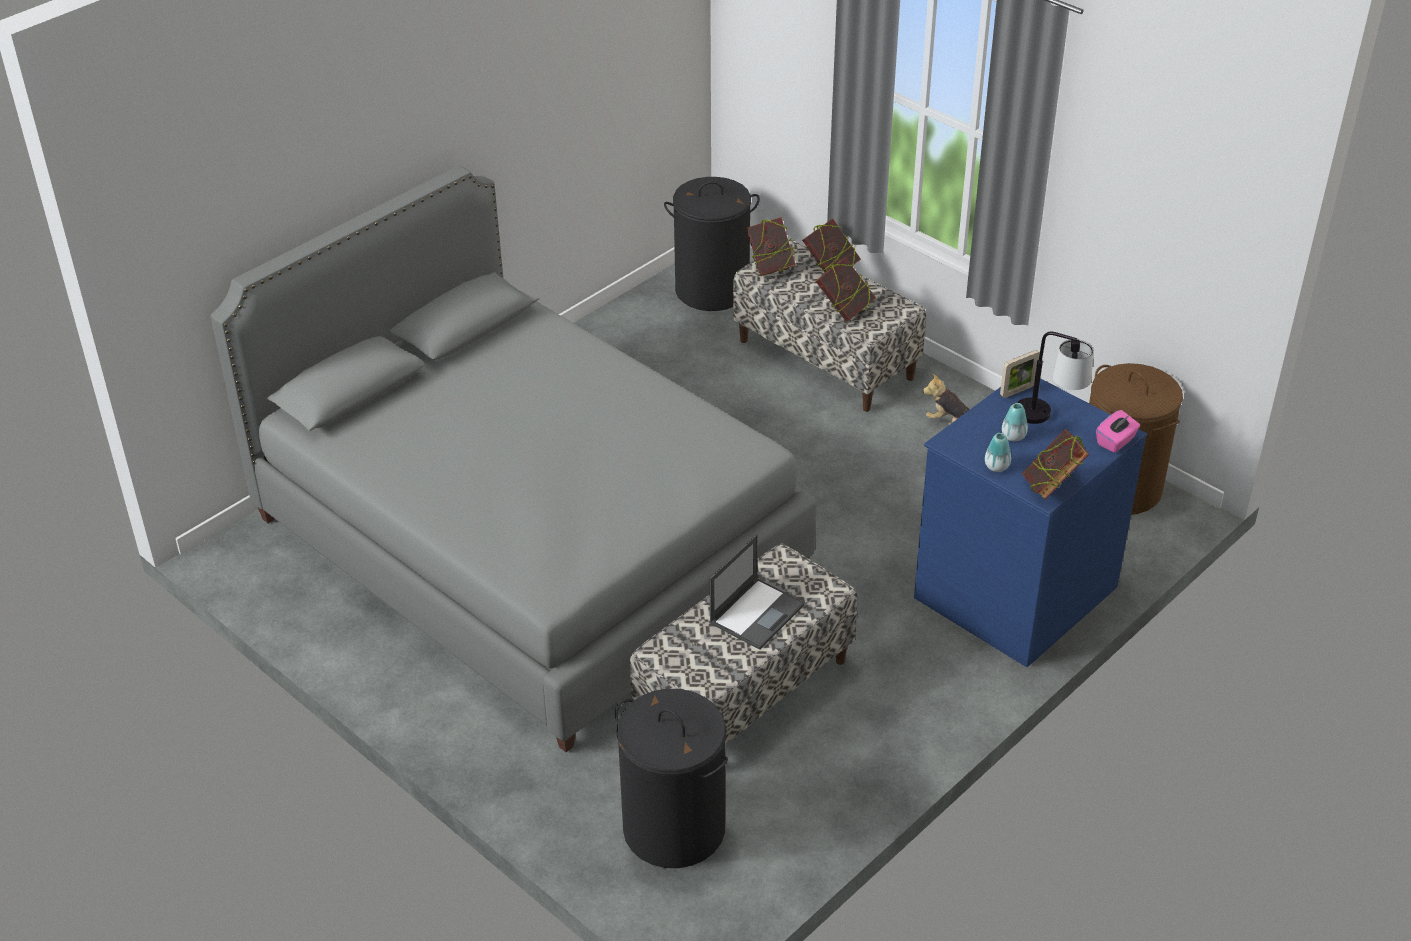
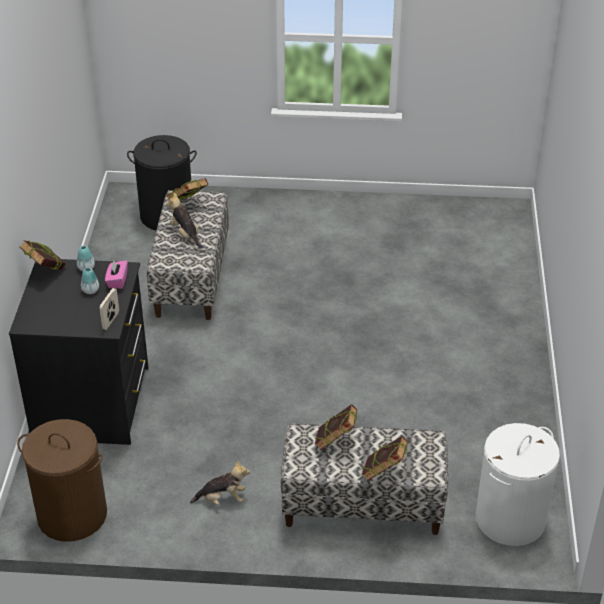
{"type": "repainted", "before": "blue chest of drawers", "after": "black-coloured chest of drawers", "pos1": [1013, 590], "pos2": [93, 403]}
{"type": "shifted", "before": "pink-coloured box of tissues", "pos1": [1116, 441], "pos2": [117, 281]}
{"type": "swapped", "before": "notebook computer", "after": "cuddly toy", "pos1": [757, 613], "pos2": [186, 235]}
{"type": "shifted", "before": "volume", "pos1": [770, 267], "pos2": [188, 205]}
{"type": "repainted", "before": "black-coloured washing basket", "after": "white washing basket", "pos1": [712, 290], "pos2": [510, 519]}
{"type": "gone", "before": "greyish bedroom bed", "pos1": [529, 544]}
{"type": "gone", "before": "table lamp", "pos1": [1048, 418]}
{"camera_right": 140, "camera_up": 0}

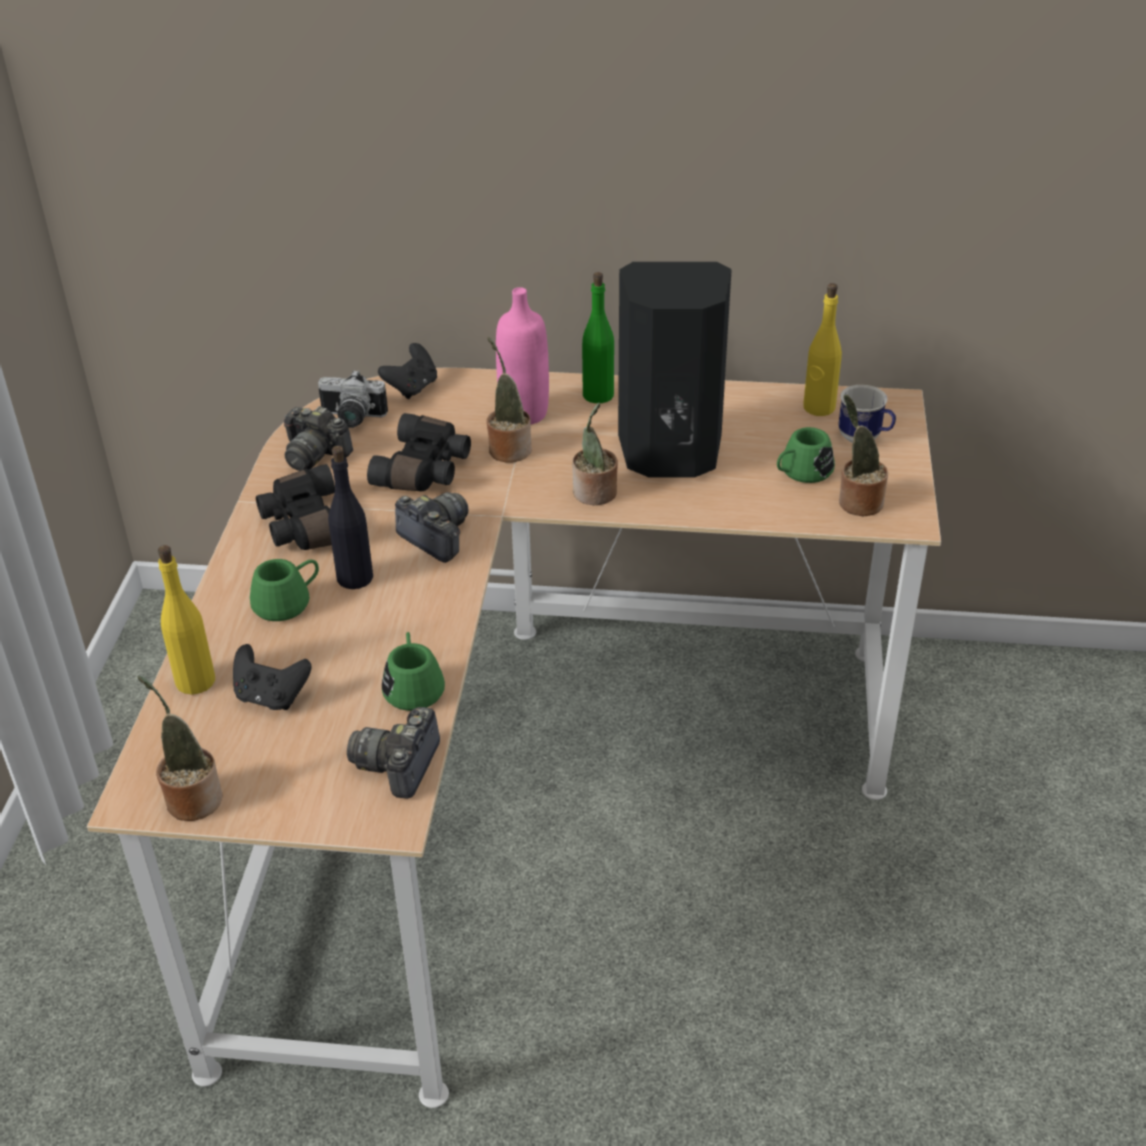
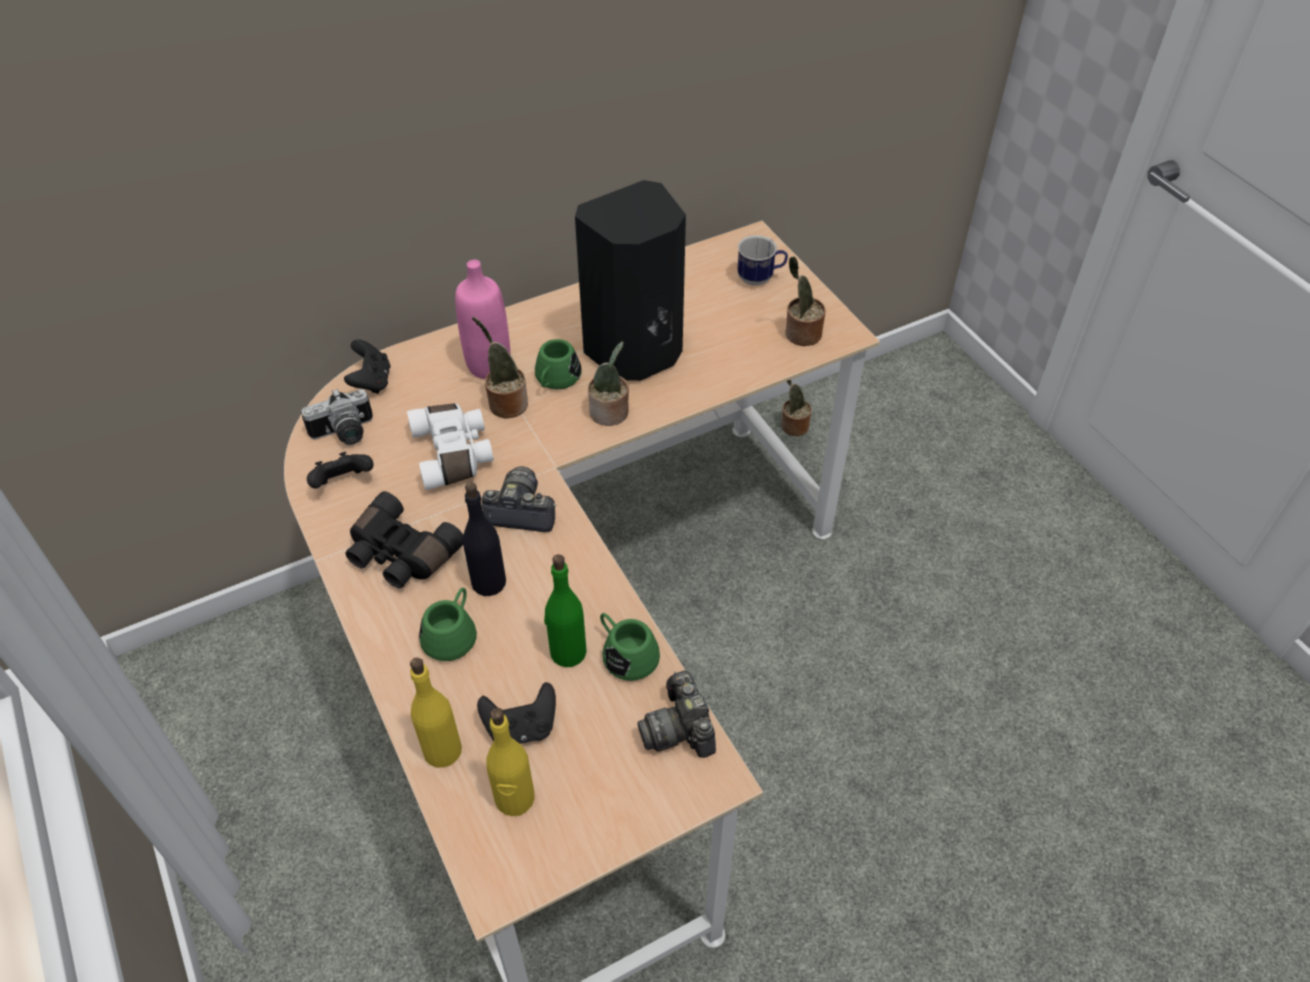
{"type": "swapped", "before": "still camera", "after": "black-coloured game controller", "pos1": [314, 454], "pos2": [343, 483]}
{"type": "repainted", "before": "black-coloured binoculars", "after": "white binoculars", "pos1": [425, 469], "pos2": [454, 454]}
{"type": "shifted", "before": "yellowish drink bottle", "pos1": [818, 408], "pos2": [514, 799]}
{"type": "shifted", "before": "greenish coffee mug", "pos1": [801, 472], "pos2": [555, 379]}
{"type": "shifted", "before": "greenish drink bottle", "pos1": [598, 395], "pos2": [567, 652]}
{"type": "shifted", "before": "plant in a pot", "pos1": [191, 798], "pos2": [792, 426]}
{"camera_right": -35, "camera_up": 10}

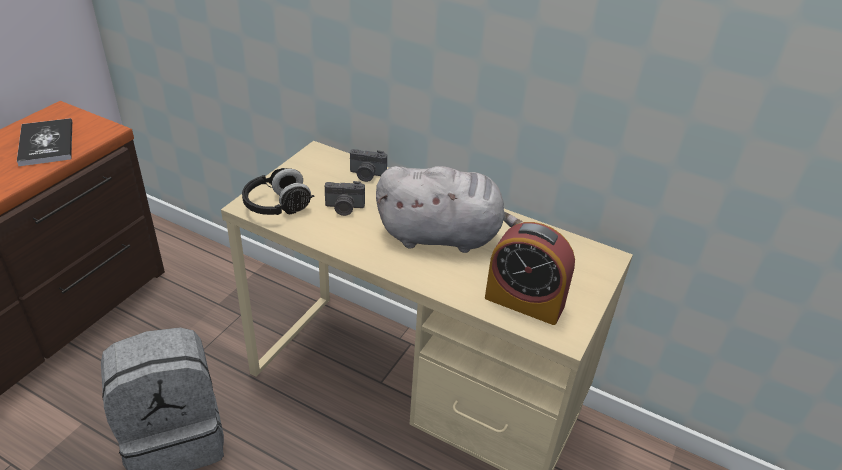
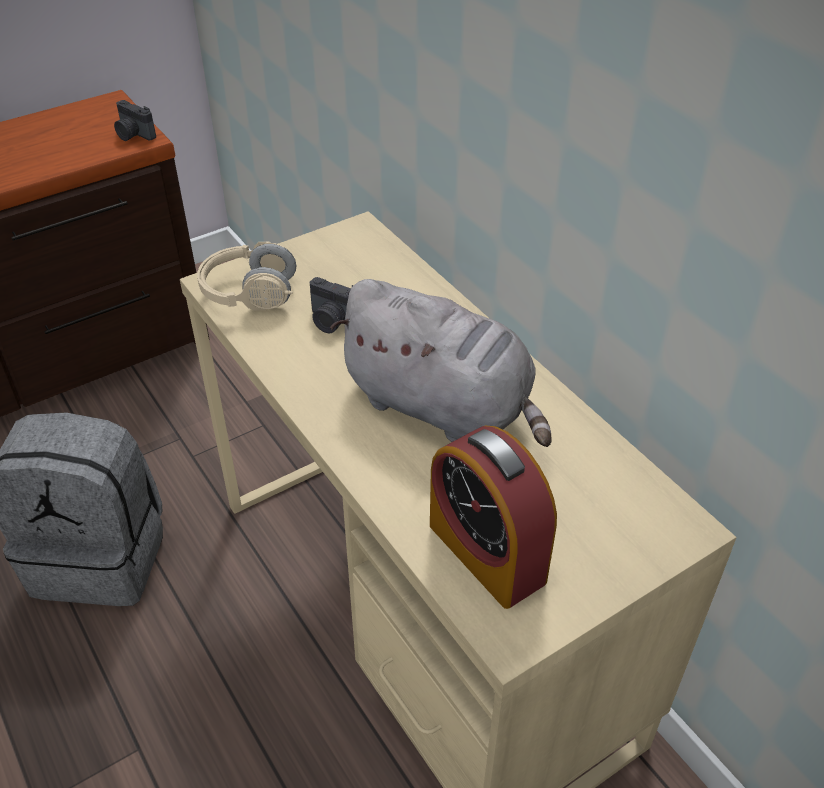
{"type": "shifted", "before": "still camera", "pos1": [367, 175], "pos2": [133, 135]}
{"type": "repainted", "before": "black-coloured headphones", "after": "sand-coloured headphones", "pos1": [277, 206], "pos2": [250, 294]}
{"type": "gone", "before": "volume", "pos1": [46, 143]}
{"camera_right": 30, "camera_up": 5}

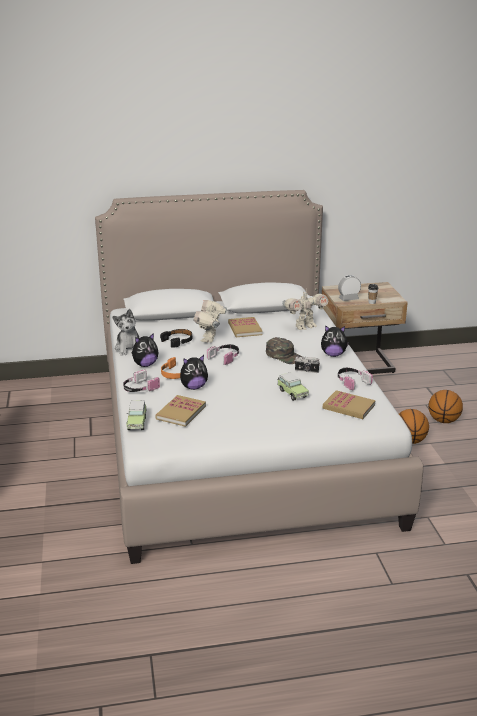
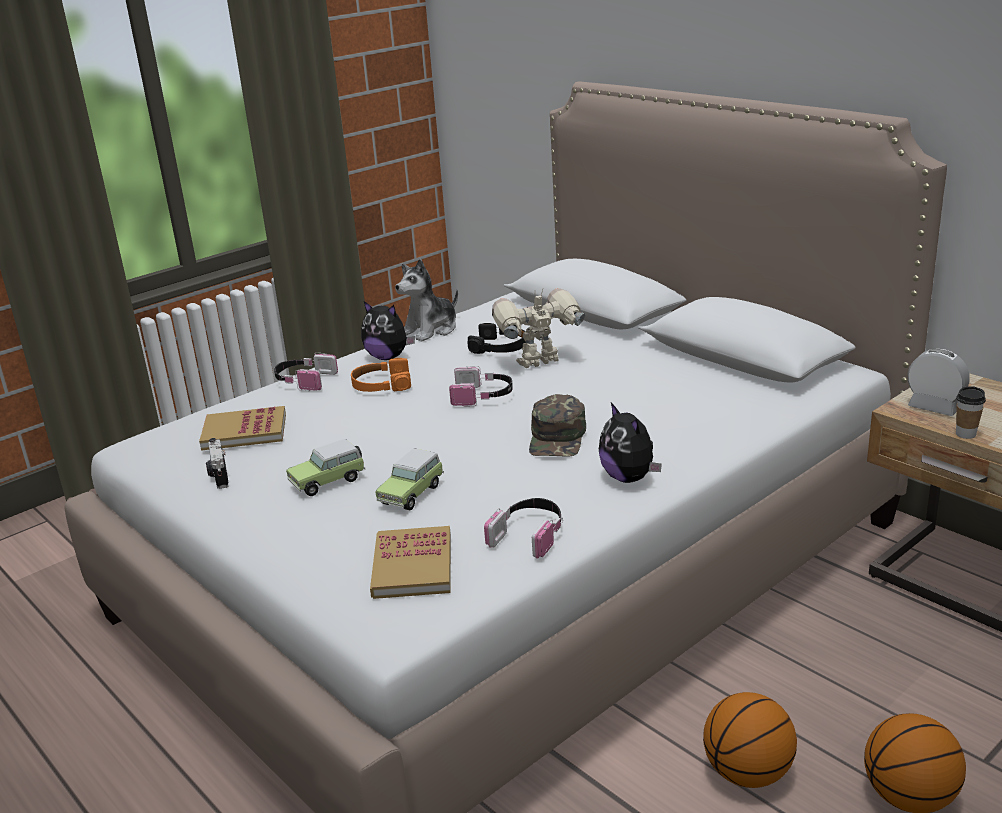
{"type": "shifted", "before": "still camera", "pos1": [306, 371], "pos2": [219, 476]}
{"type": "shifted", "before": "miniature car", "pos1": [137, 422], "pos2": [330, 481]}
{"type": "gone", "before": "cuddly toy", "pos1": [193, 387]}
{"type": "gone", "before": "volume", "pos1": [245, 329]}
{"type": "gone", "before": "robot figure", "pos1": [304, 326]}
{"camera_right": 60, "camera_up": 0}

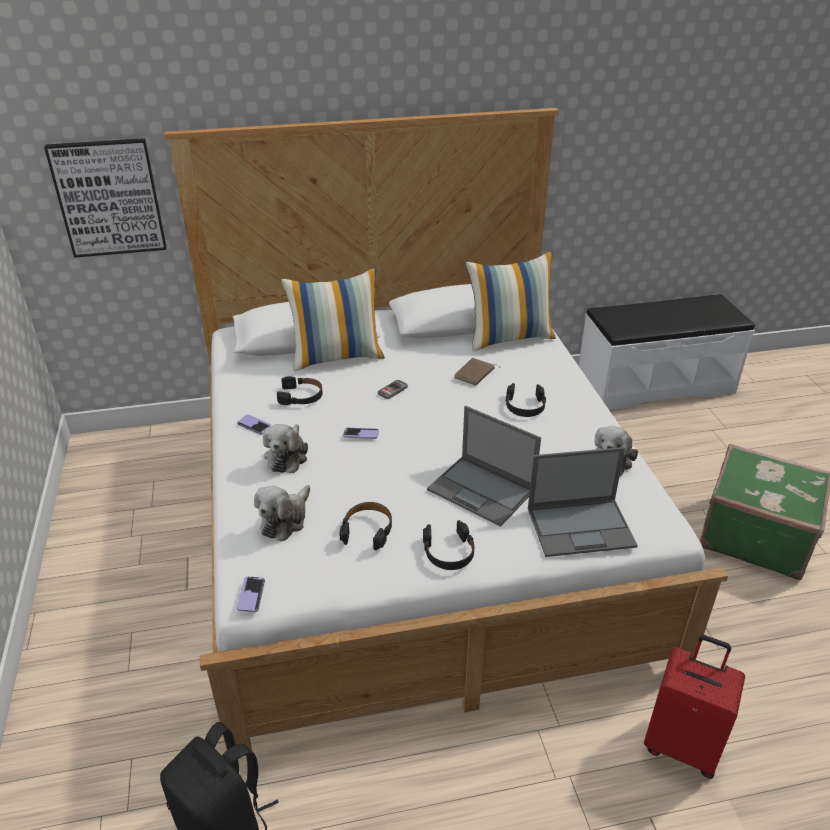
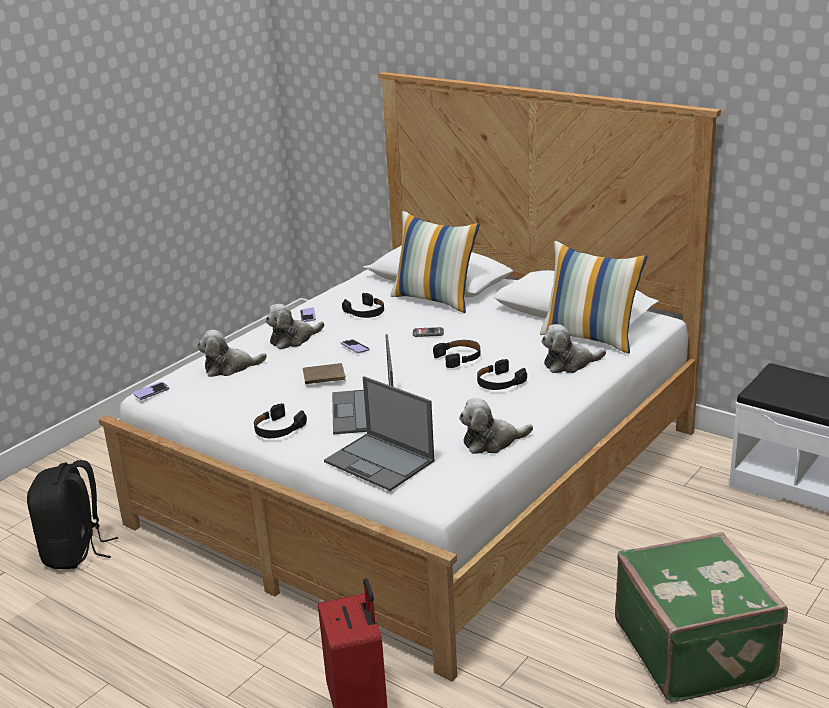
{"type": "shifted", "before": "brownish volume", "pos1": [475, 374], "pos2": [324, 377]}
{"type": "shifted", "before": "black-coloured headphones", "pos1": [367, 530], "pos2": [459, 358]}
{"type": "new", "after": "cuddly toy", "pos2": [569, 364]}
{"type": "gone", "before": "picture", "pos1": [109, 198]}
{"camera_right": 50, "camera_up": -10}

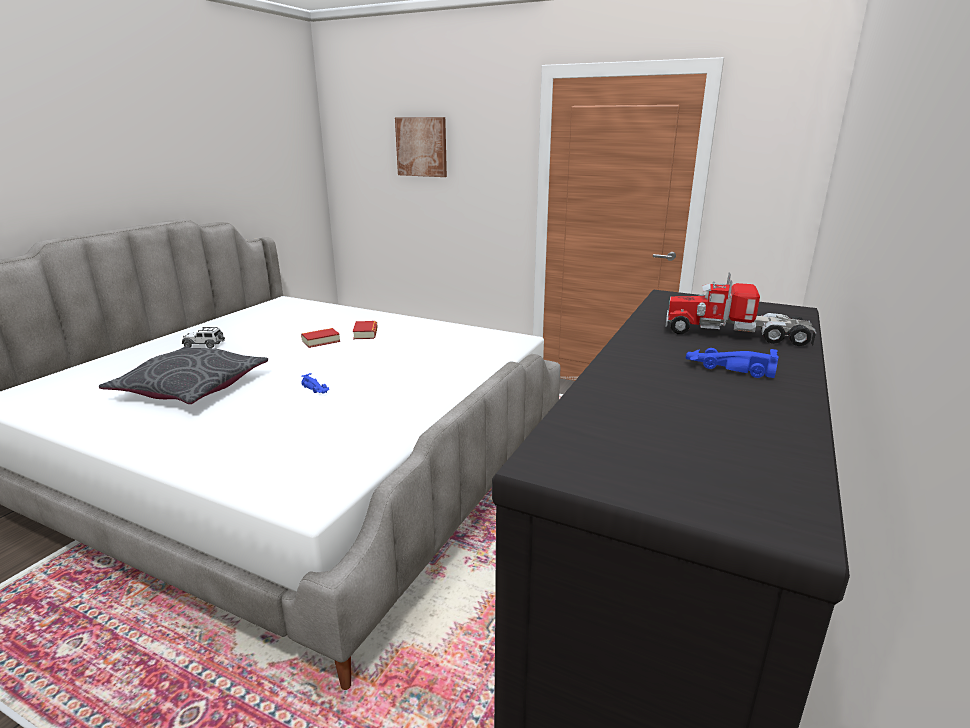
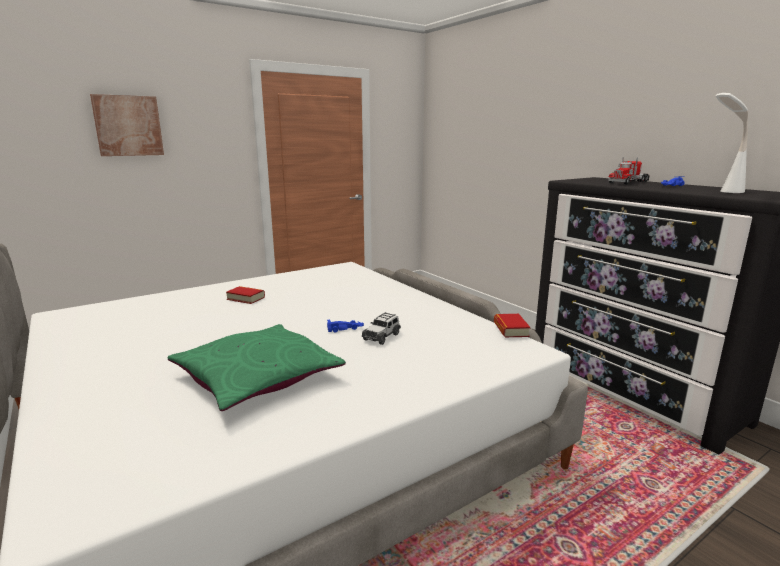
{"type": "repainted", "before": "greyish throw pillow", "after": "greenish throw pillow", "pos1": [191, 388], "pos2": [257, 378]}
{"type": "shifted", "before": "miniature car", "pos1": [204, 345], "pos2": [382, 336]}
{"type": "shifted", "before": "volume", "pos1": [321, 341], "pos2": [510, 329]}
{"type": "new", "after": "white table lamp", "pos2": [720, 193]}
{"camera_right": -60, "camera_up": -5}

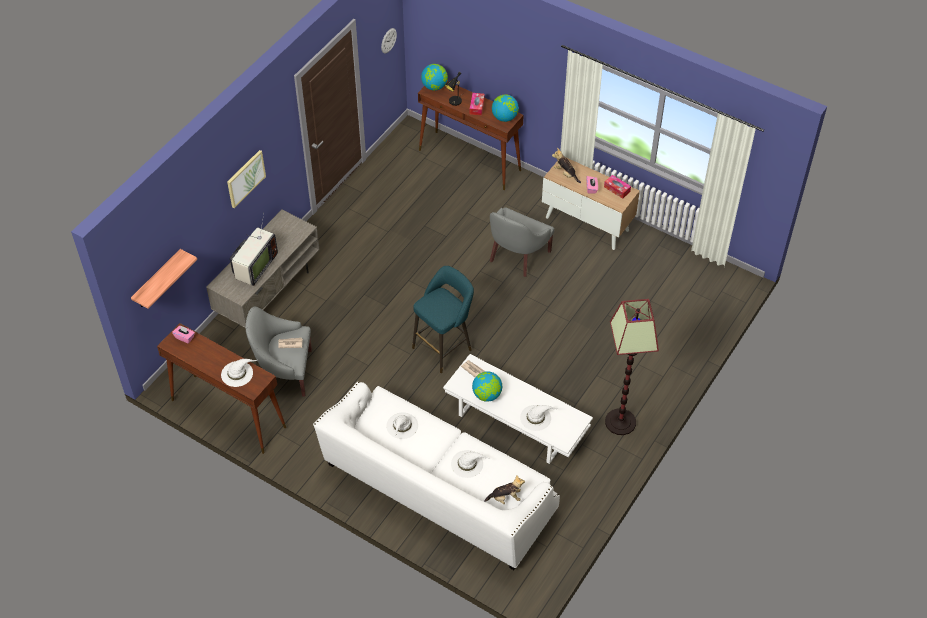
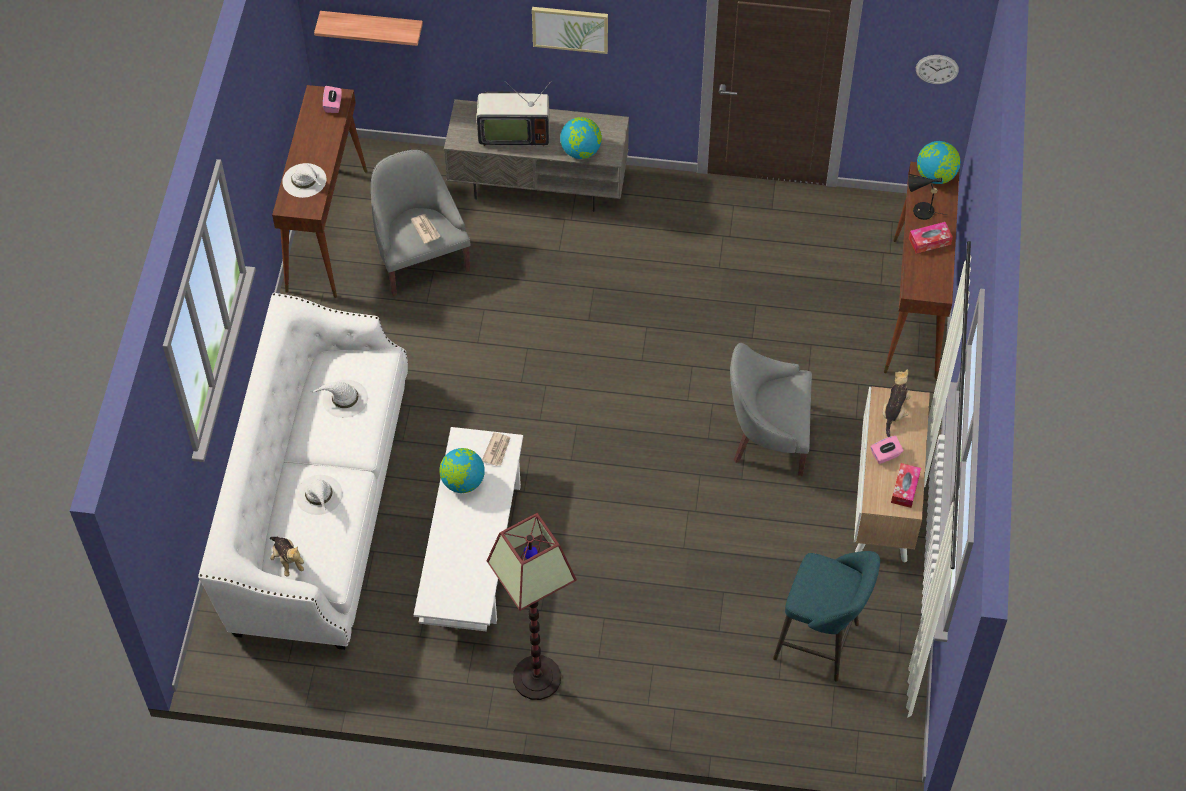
{"type": "shifted", "before": "desk globe", "pos1": [504, 117], "pos2": [581, 151]}
{"type": "shifted", "before": "turquoise stool seat", "pos1": [444, 347], "pos2": [821, 643]}
{"type": "gone", "before": "white hat", "pos1": [536, 417]}
{"camera_right": 65, "camera_up": 5}

